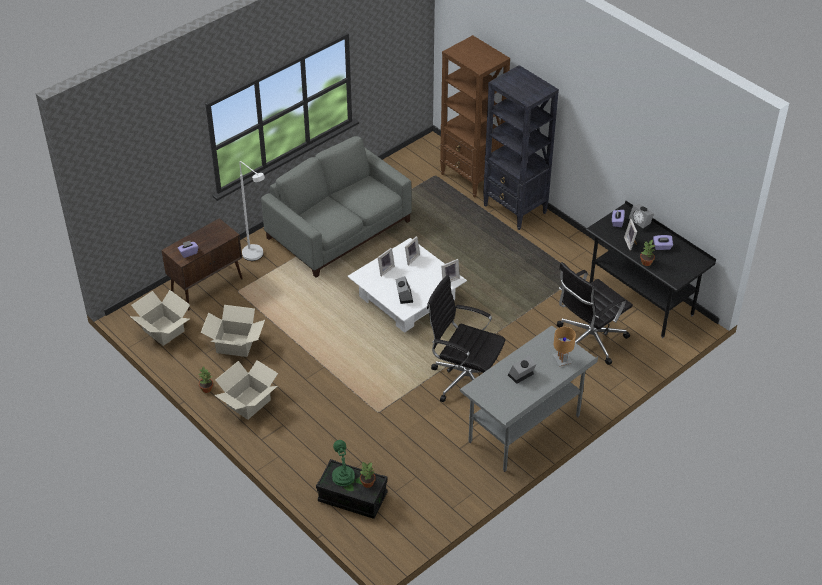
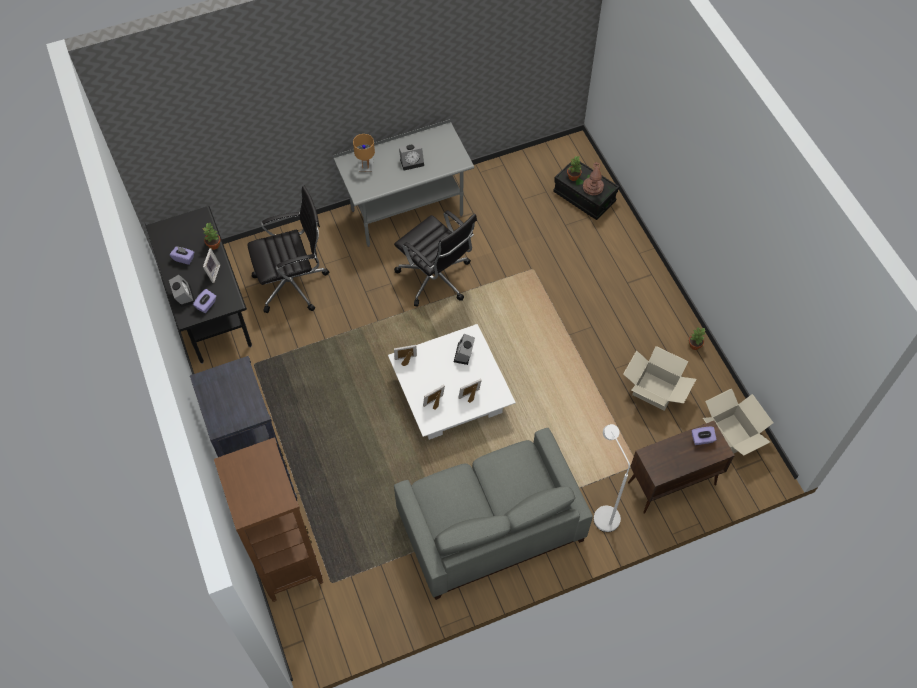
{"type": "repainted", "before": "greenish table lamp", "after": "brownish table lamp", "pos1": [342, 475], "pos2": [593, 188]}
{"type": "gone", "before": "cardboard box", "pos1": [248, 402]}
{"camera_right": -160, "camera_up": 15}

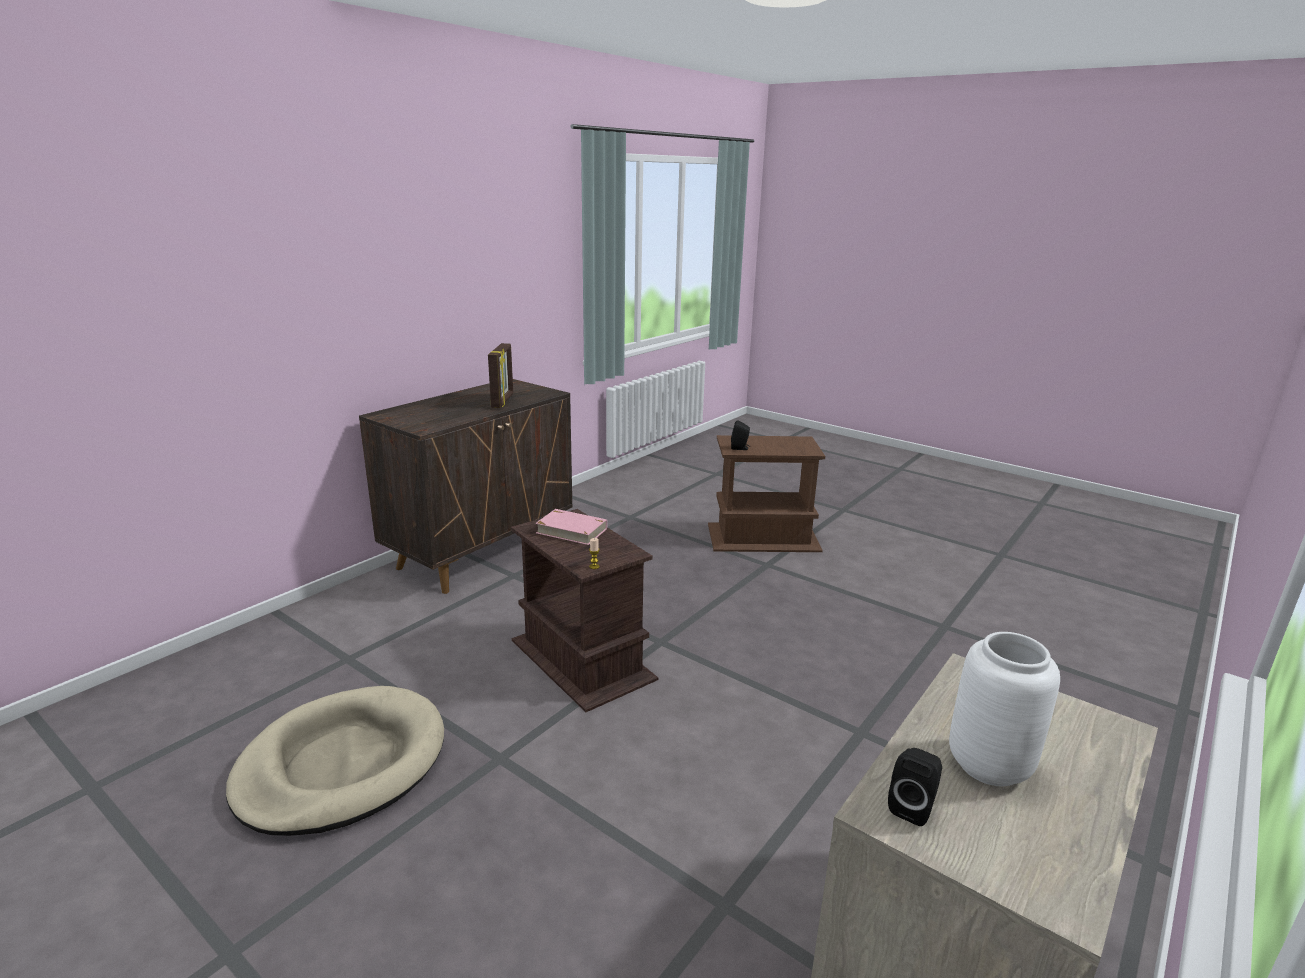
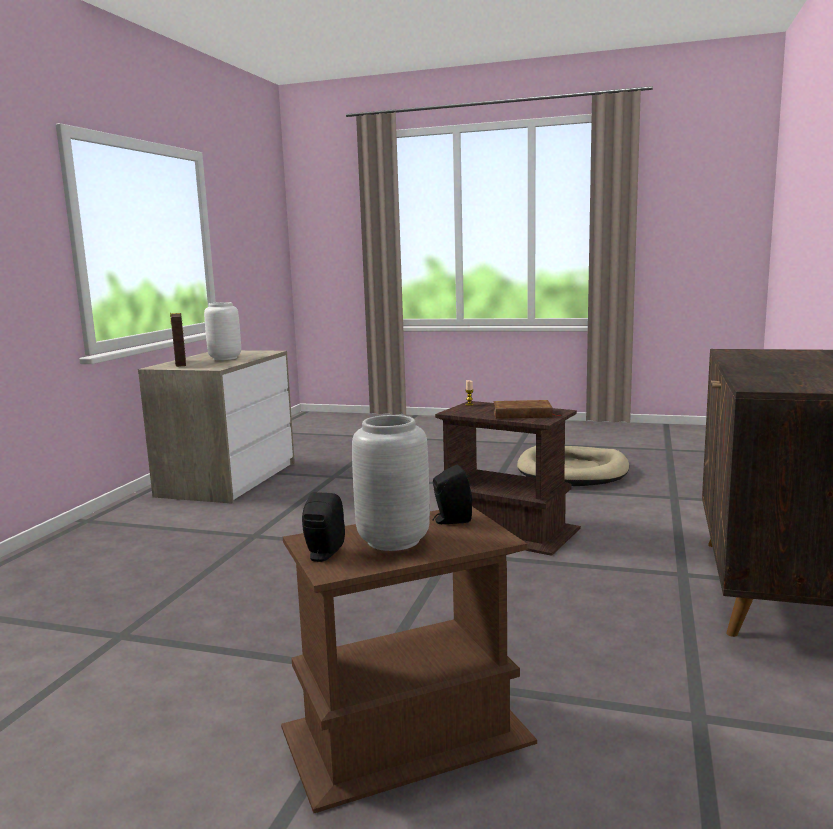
{"type": "shifted", "before": "picture frame", "pos1": [503, 401], "pos2": [180, 364]}
{"type": "shifted", "before": "black-coloured loudspeaker", "pos1": [912, 807], "pos2": [322, 554]}
{"type": "new", "after": "greyish flower vase", "pos2": [395, 540]}
{"type": "repainted", "before": "pink-coloured volume", "after": "brownish volume", "pos1": [571, 530], "pos2": [522, 414]}
{"camera_right": 160, "camera_up": -10}

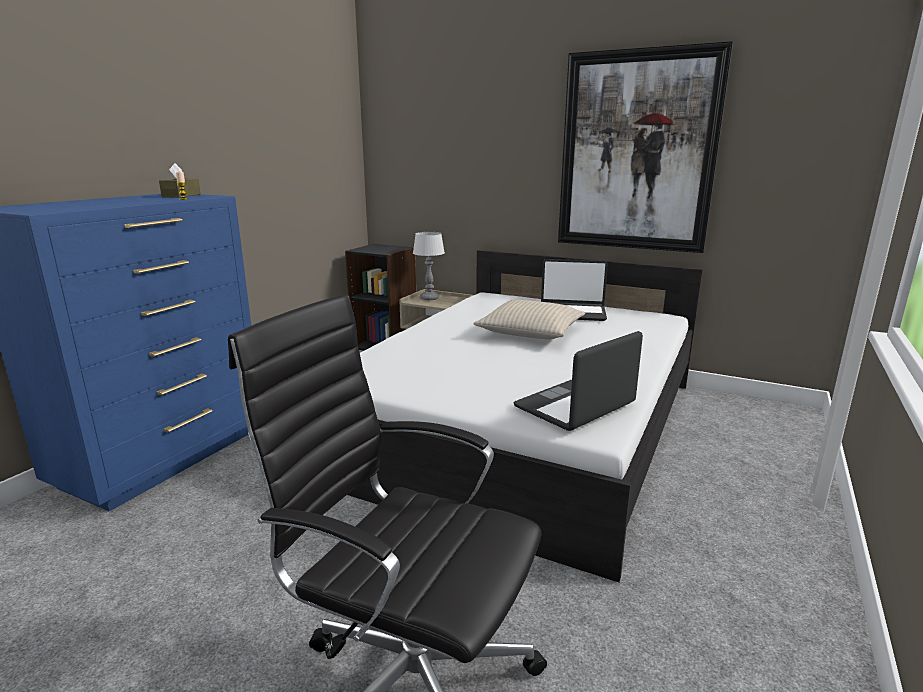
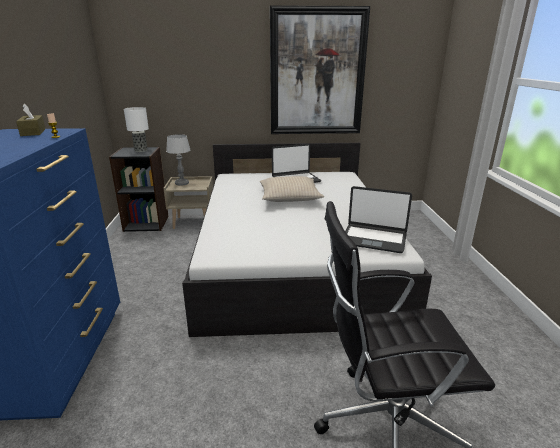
{"type": "new", "after": "table lamp", "pos2": [140, 150]}
{"type": "rotated", "before": "notebook computer", "pos1": [575, 406], "pos2": [374, 239], "turn": -90}
{"camera_right": -30, "camera_up": 5}

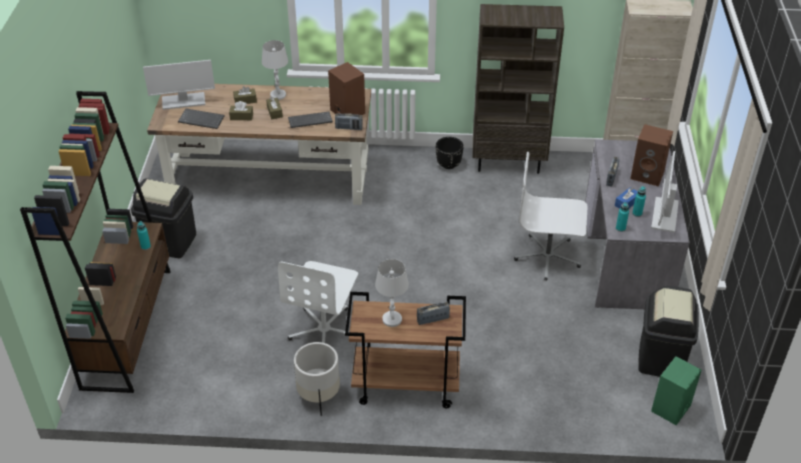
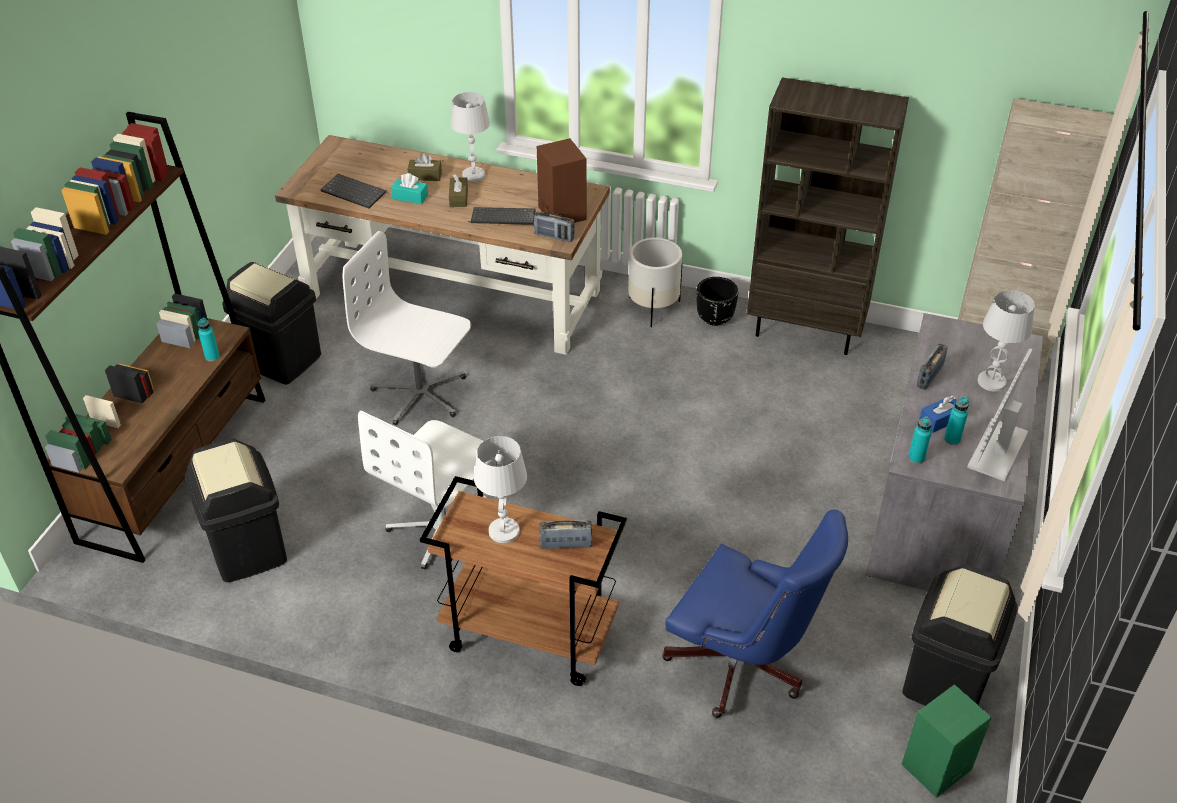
{"type": "new", "after": "black-coloured trash can", "pos2": [247, 549]}
{"type": "shifted", "before": "white office chair", "pos1": [548, 257], "pos2": [420, 394]}
{"type": "repainted", "before": "brownish box of tissues", "after": "turquoise box of tissues", "pos1": [241, 116], "pos2": [410, 197]}
{"type": "shifted", "before": "white plant pot", "pos1": [319, 396], "pos2": [653, 308]}
{"type": "new", "after": "blue office chair", "pos2": [743, 667]}
{"type": "swapped", "before": "brownish loudspeaker", "after": "white table lamp", "pos1": [648, 175], "pos2": [992, 382]}
{"type": "gone", "before": "computer display", "pos1": [183, 101]}
{"camera_right": 15, "camera_up": 0}

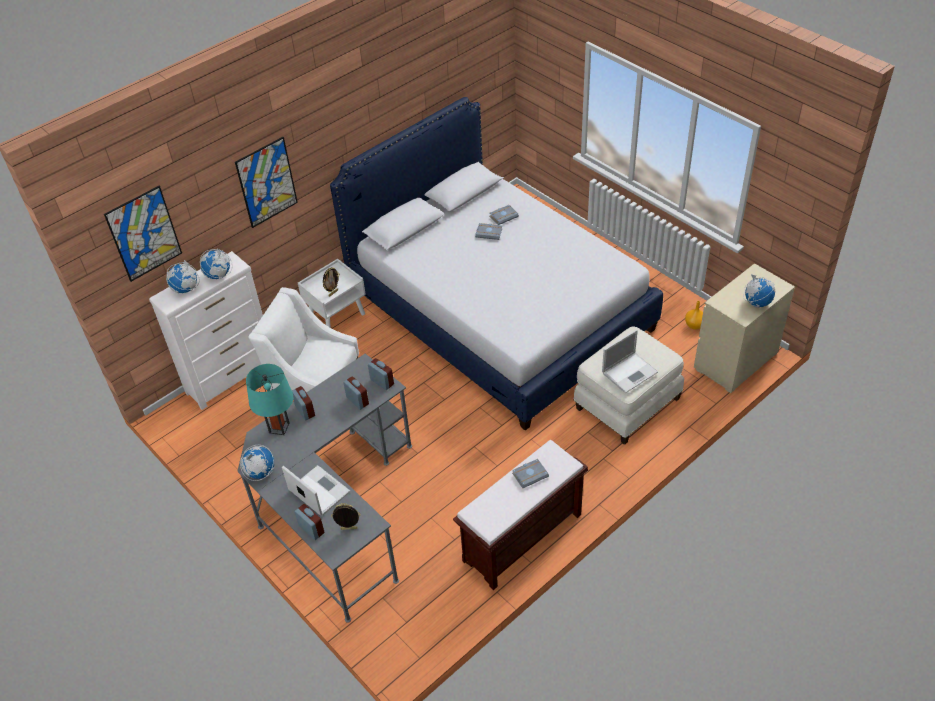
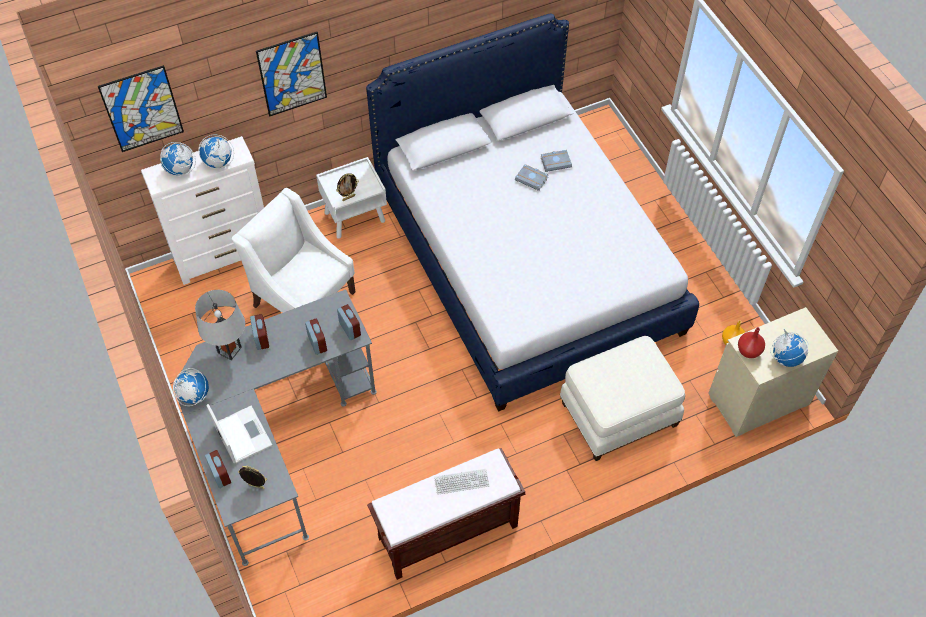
{"type": "repainted", "before": "turquoise table lamp", "after": "greyish table lamp", "pos1": [279, 427], "pos2": [229, 349]}
{"type": "swapped", "before": "greyish volume", "after": "computer keyboard", "pos1": [530, 474], "pos2": [461, 482]}
{"type": "new", "after": "red flower vase", "pos2": [748, 351]}
{"type": "gone", "before": "notebook computer", "pos1": [630, 372]}
{"camera_right": 15, "camera_up": 10}

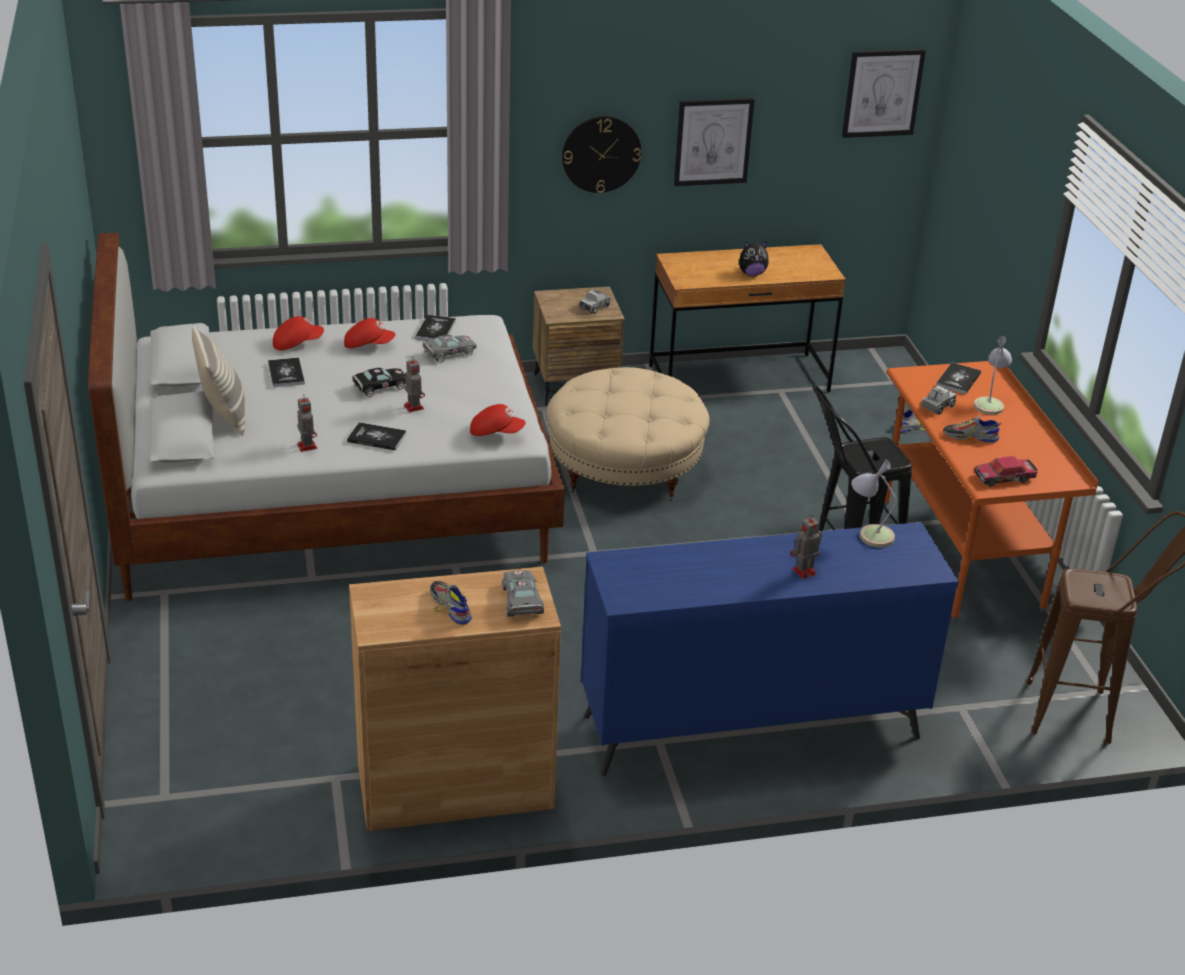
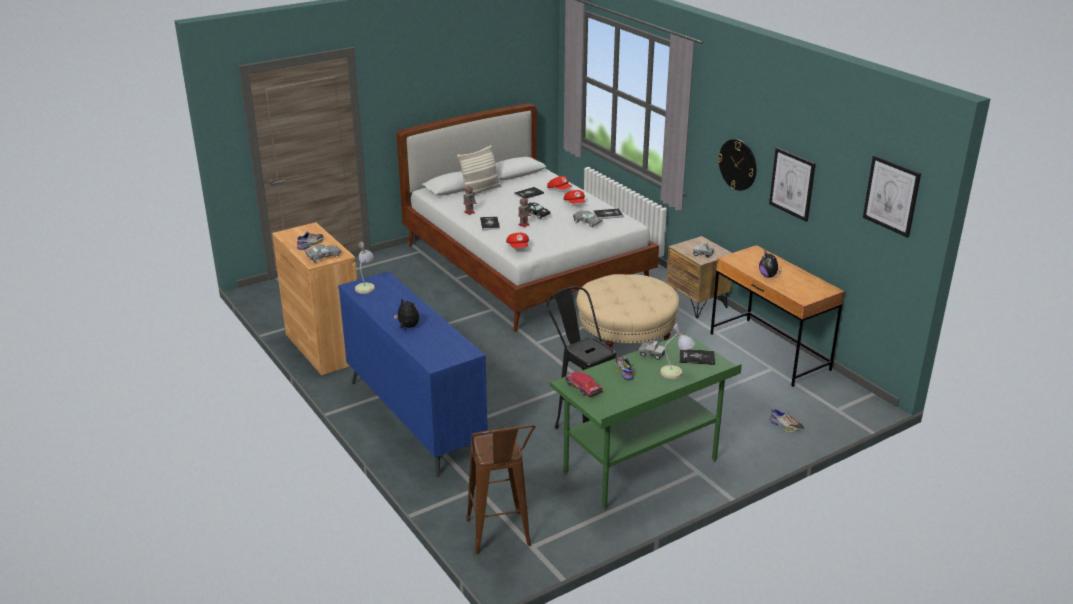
{"type": "shifted", "before": "table lamp", "pos1": [869, 534], "pos2": [366, 286]}
{"type": "swapped", "before": "robot figure", "after": "cuddly toy", "pos1": [803, 572], "pos2": [407, 327]}
{"type": "repainted", "before": "orangey desk", "after": "greenish desk", "pos1": [961, 556], "pos2": [641, 468]}
{"camera_right": 70, "camera_up": -5}

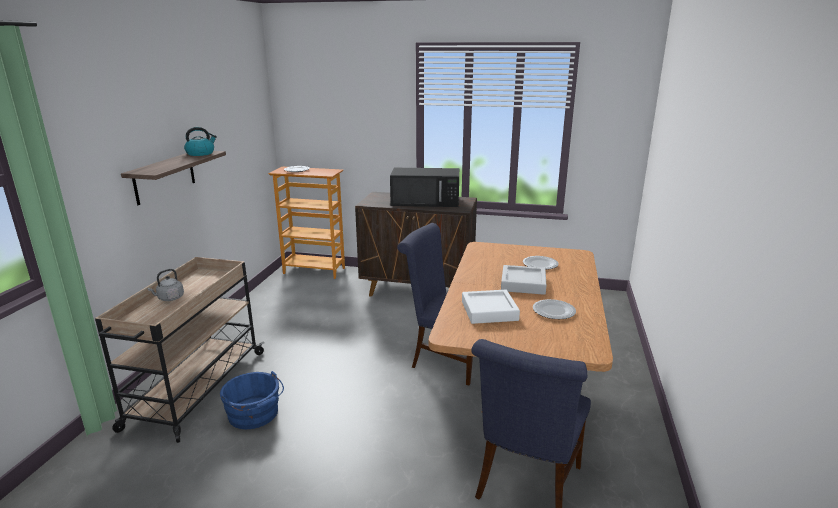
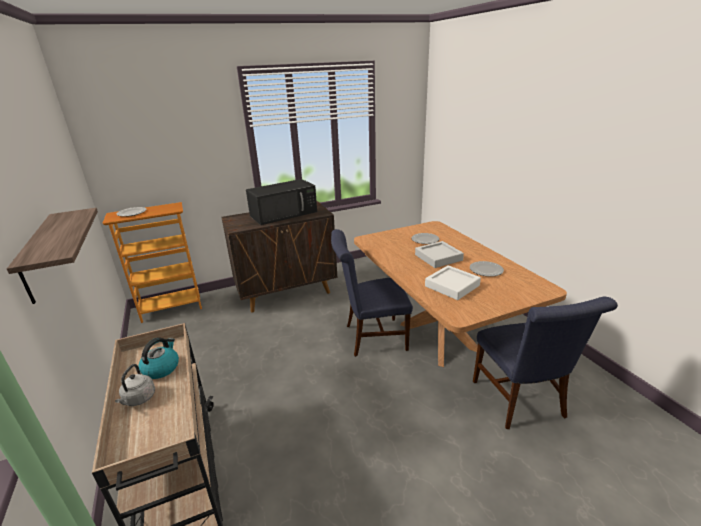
{"type": "shifted", "before": "water kettle", "pos1": [201, 153], "pos2": [161, 368]}
{"type": "gone", "before": "blue water bucket", "pos1": [255, 415]}
{"camera_right": -35, "camera_up": 5}

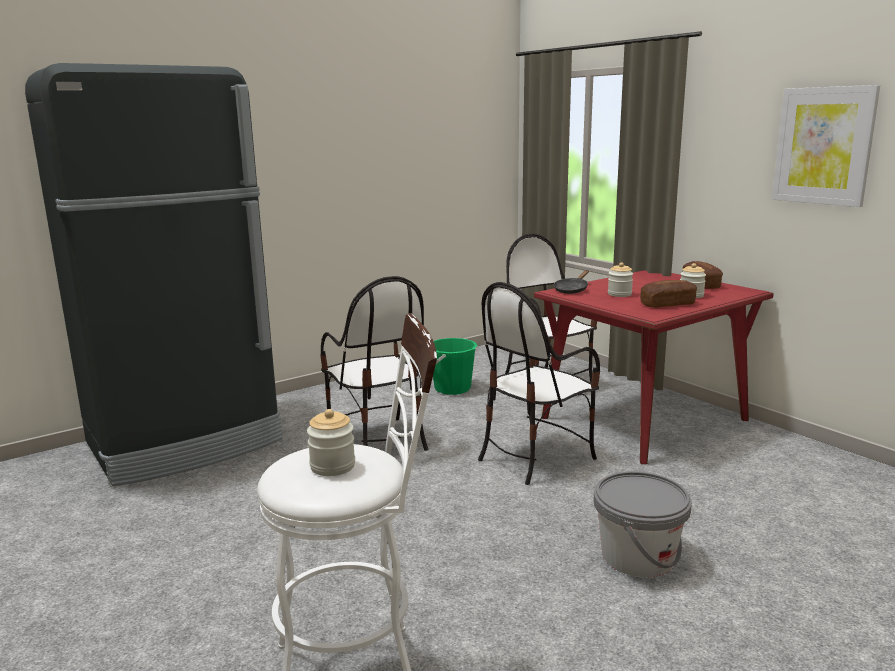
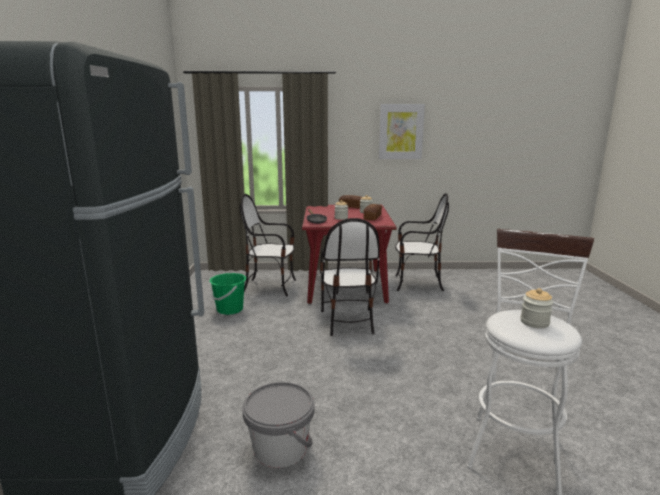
{"type": "shifted", "before": "greyish water bucket", "pos1": [638, 557], "pos2": [280, 448]}
{"type": "shifted", "before": "upright chair", "pos1": [378, 441], "pos2": [417, 284]}
{"camera_right": -55, "camera_up": 0}

